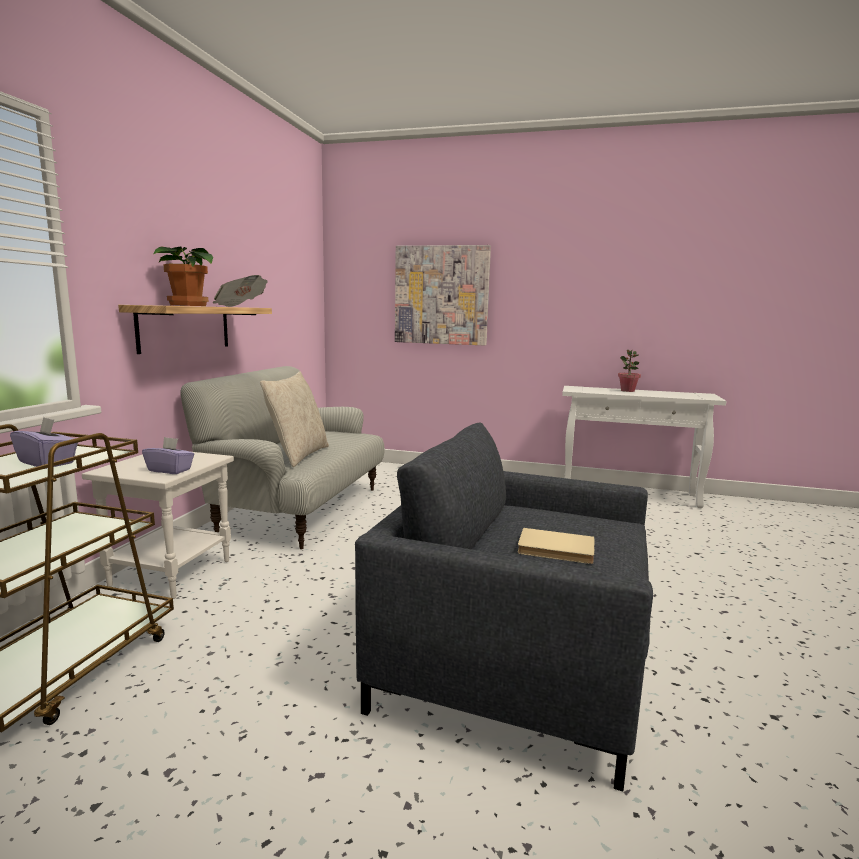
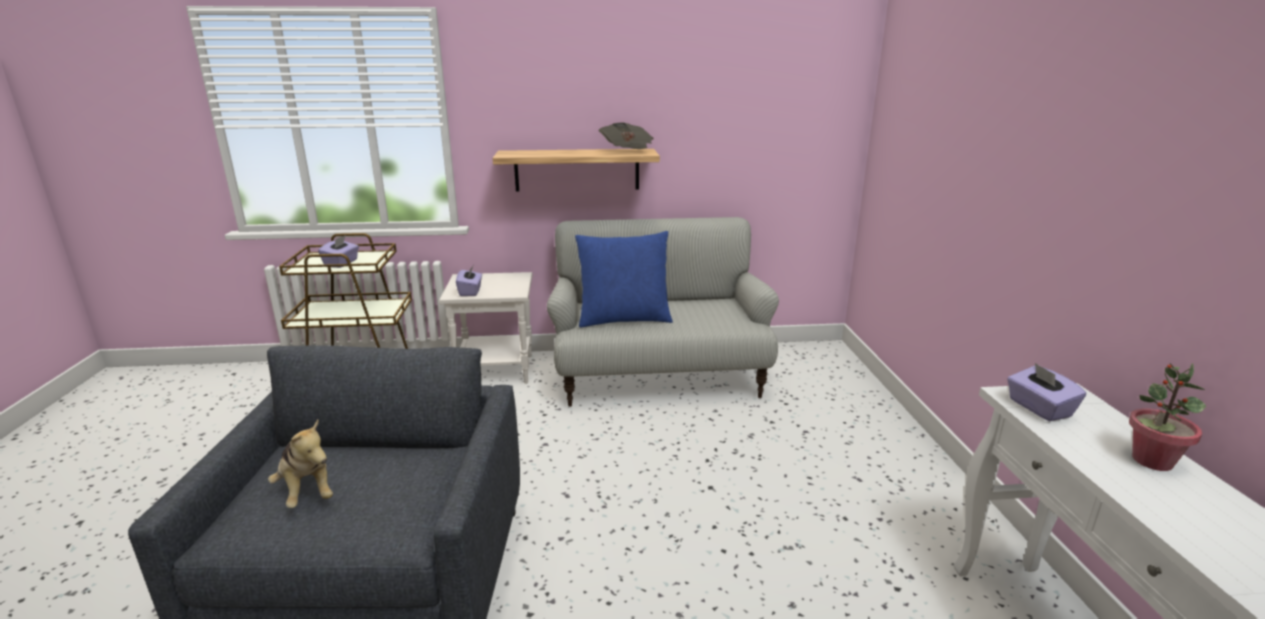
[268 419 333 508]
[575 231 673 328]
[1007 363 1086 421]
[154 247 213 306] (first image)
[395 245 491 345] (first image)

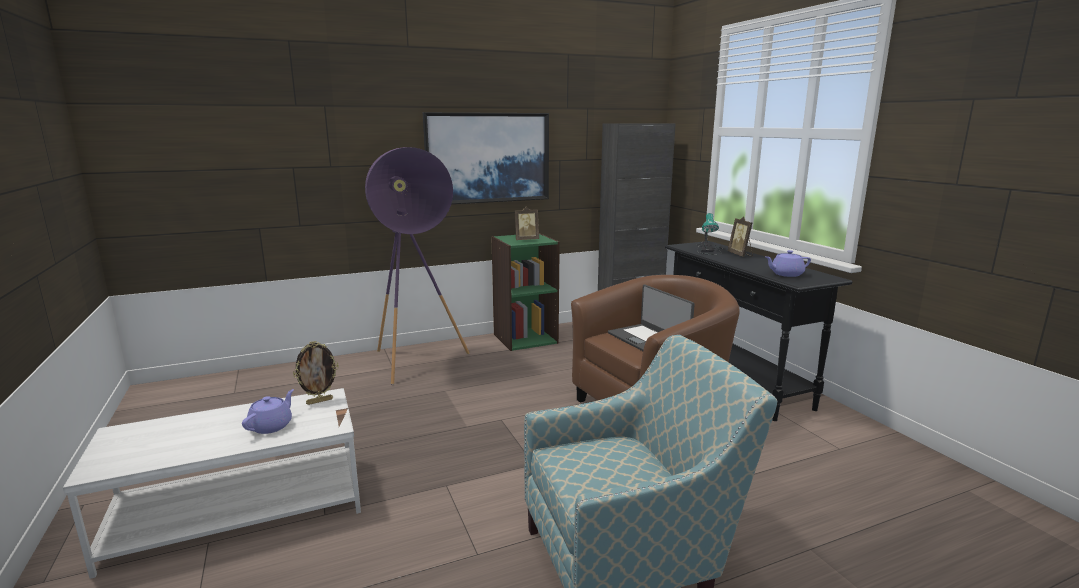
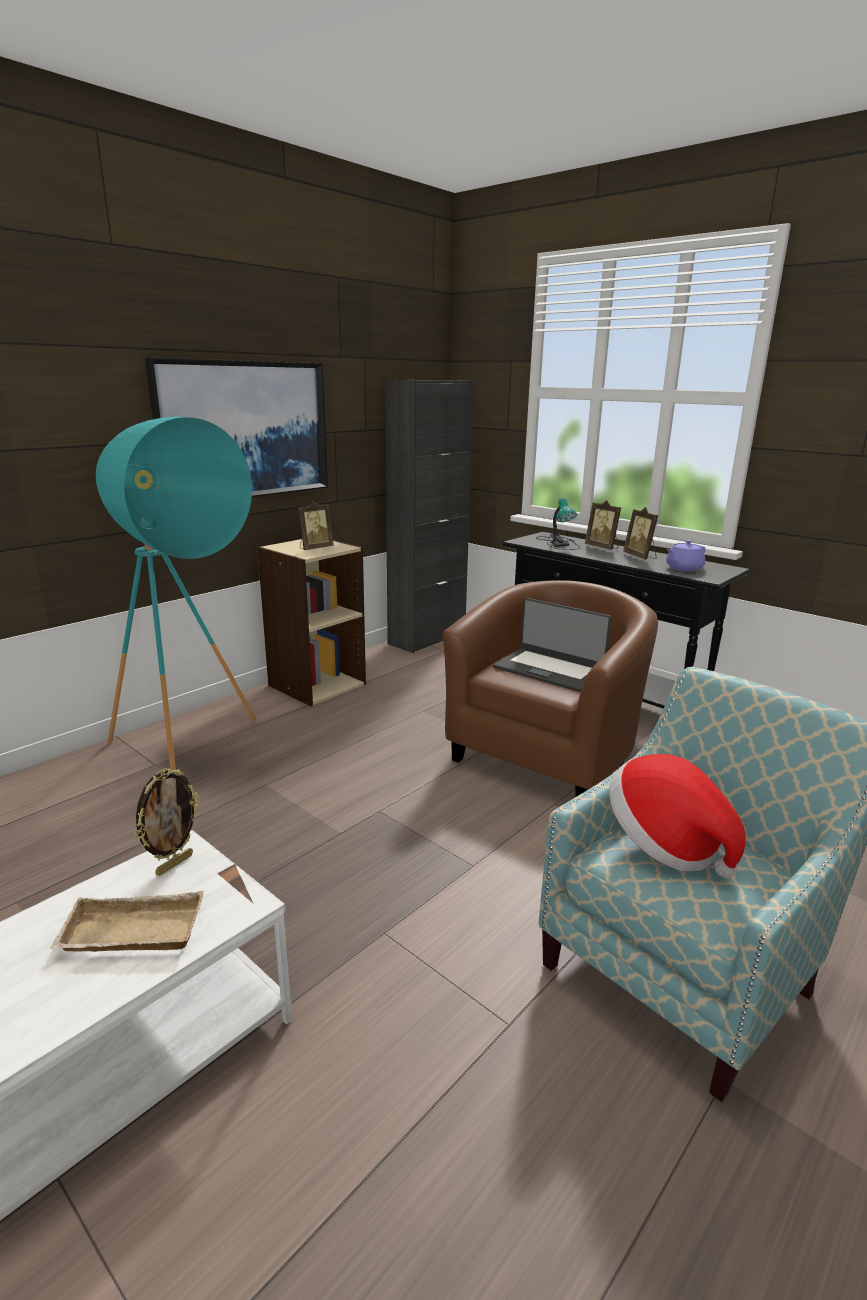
[50 891 204 952]
[96 417 257 770]
[257 539 366 706]
[609 754 746 878]
[623 507 658 559]

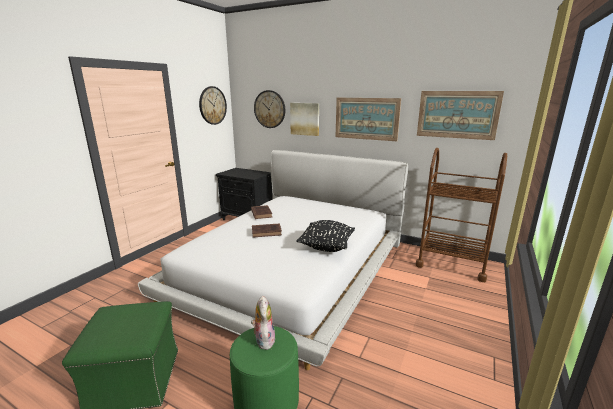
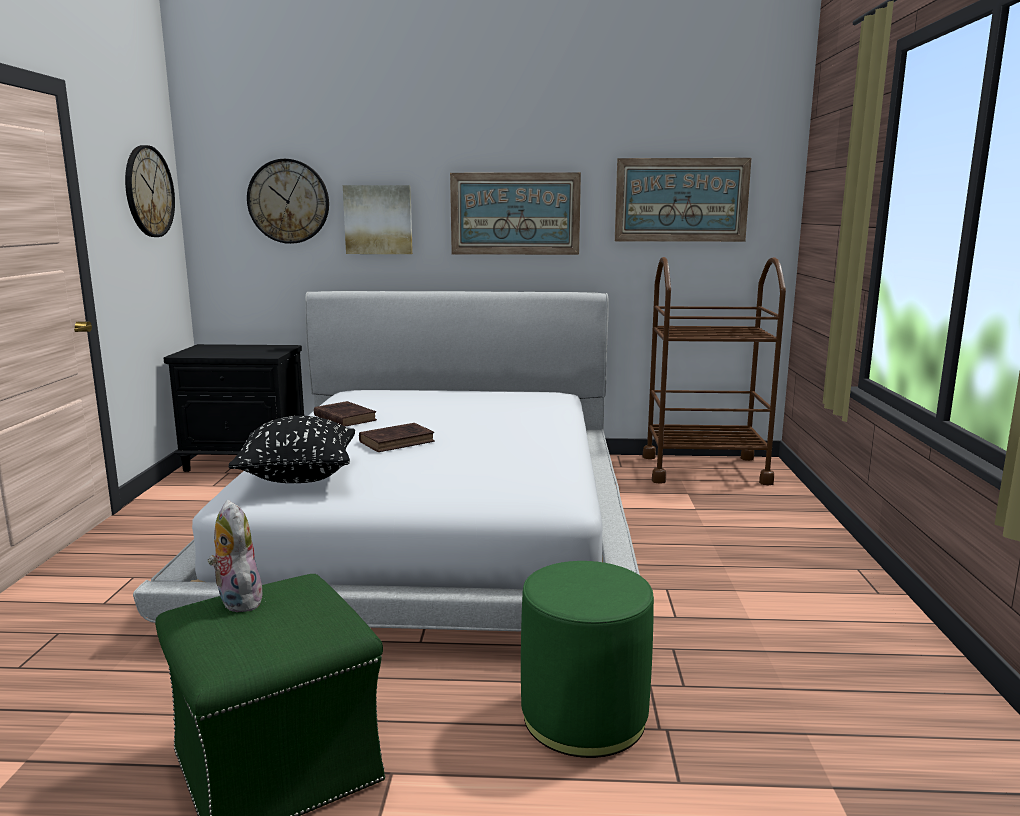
[208 500 263 613]
[228 416 355 483]

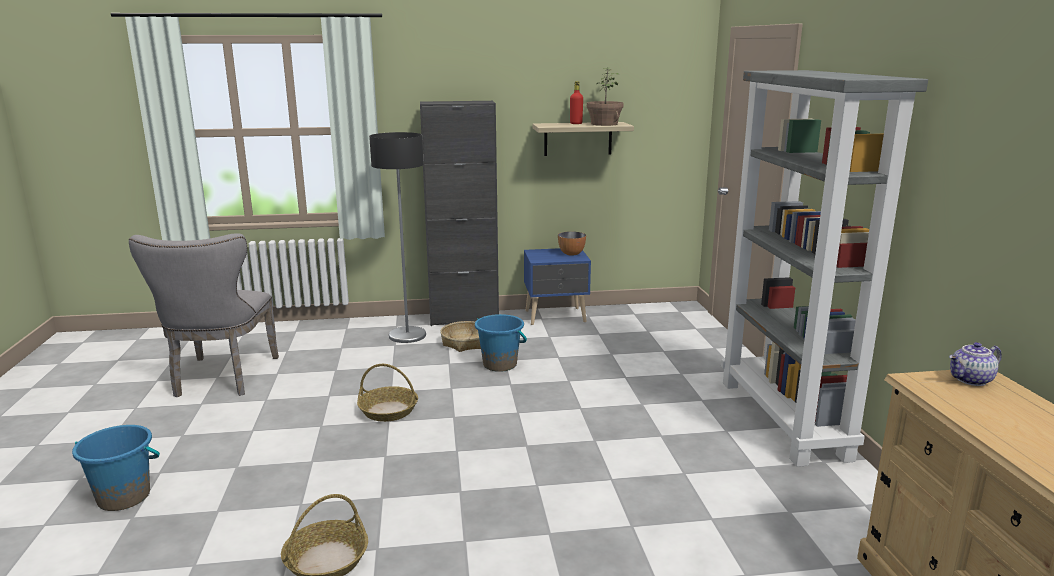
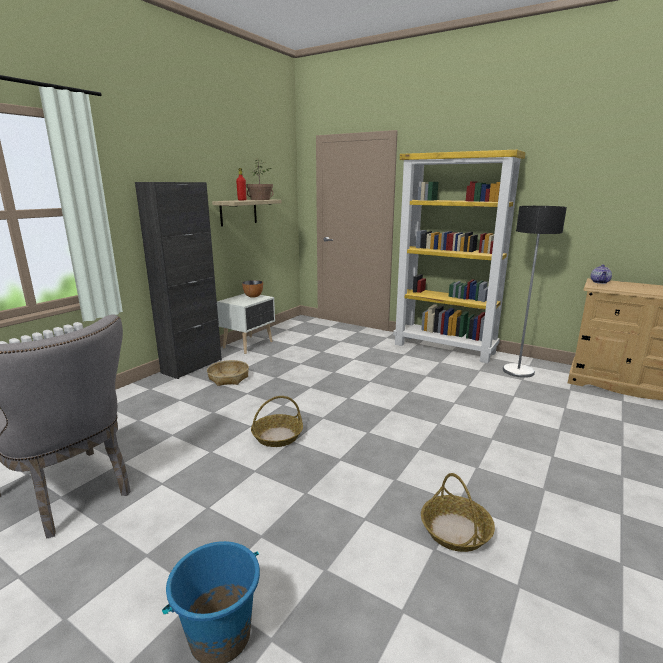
[217 293 275 354]
[393 150 526 363]
[503 206 567 378]
[475 314 527 372] (first image)

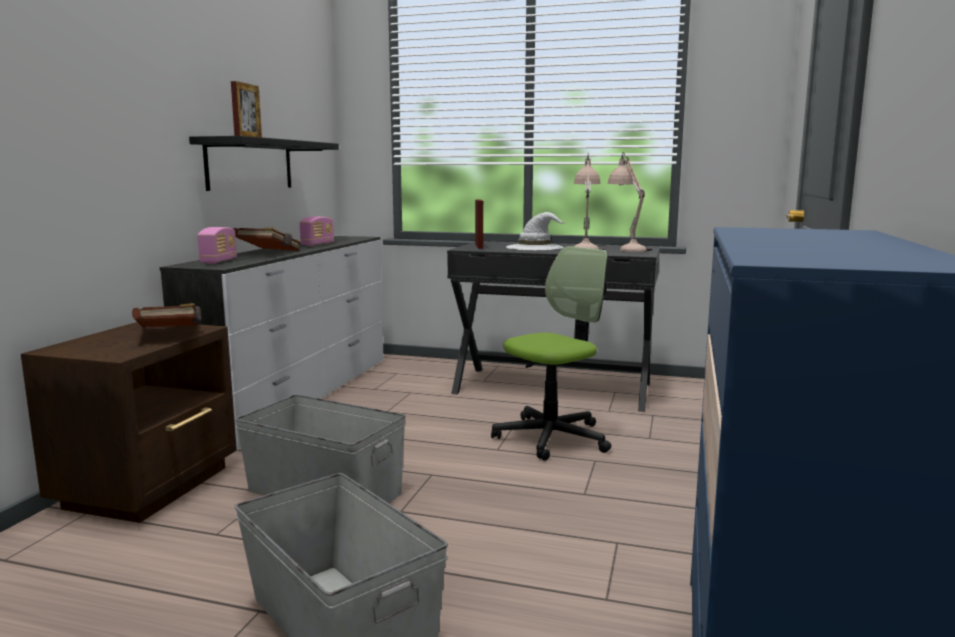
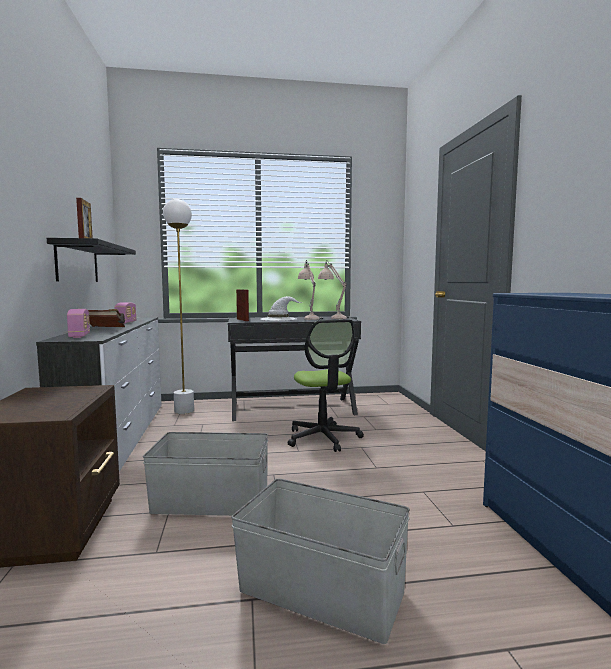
[163 199 194 414]
[288 320 364 452]
[132 303 202 328] (first image)

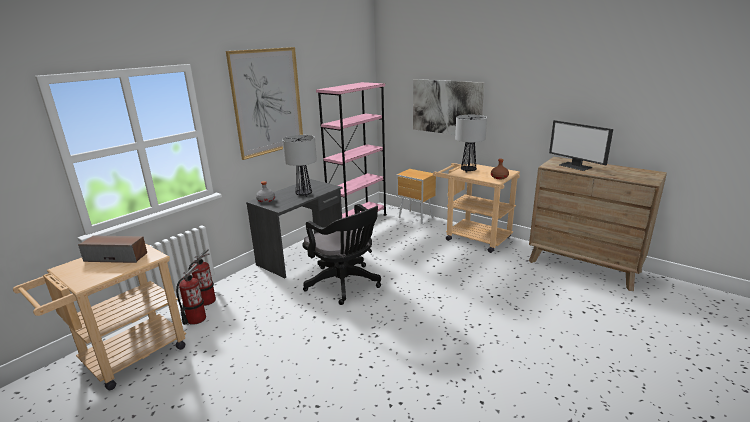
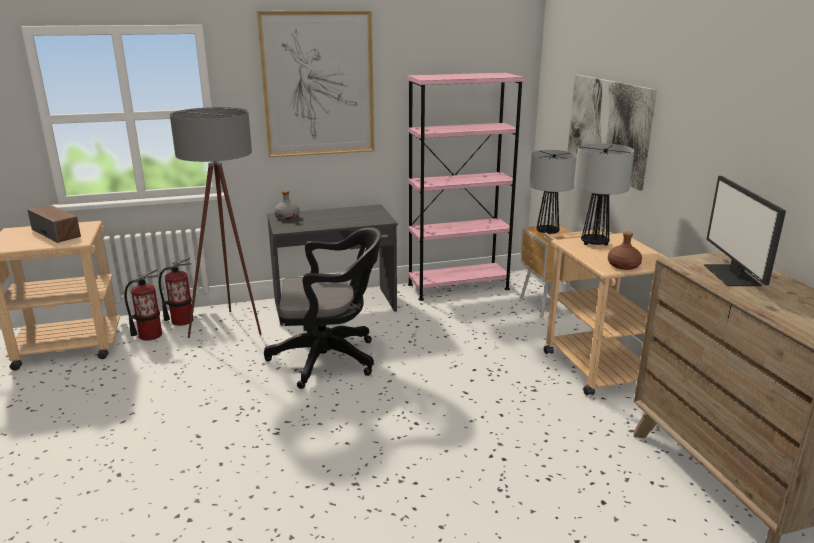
[170 107 262 338]
[264 227 381 389]
[529 150 577 235]

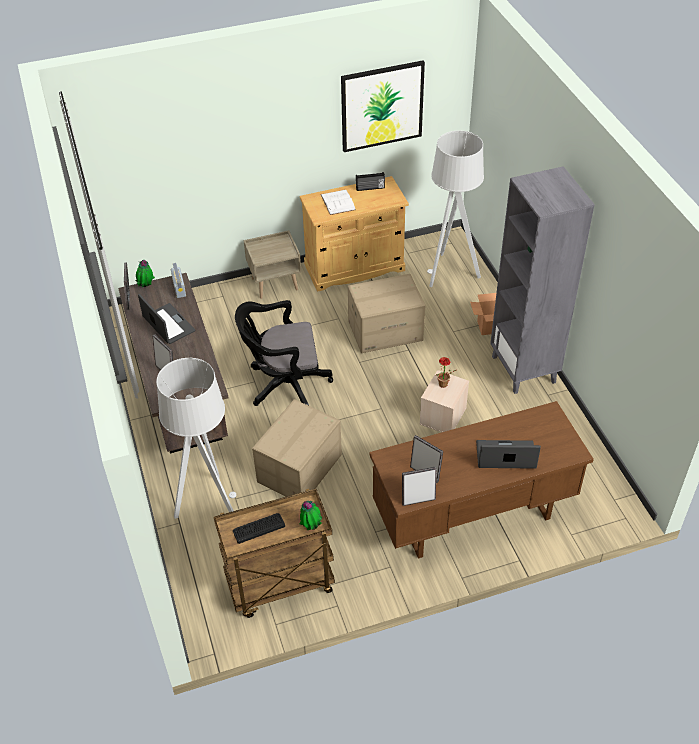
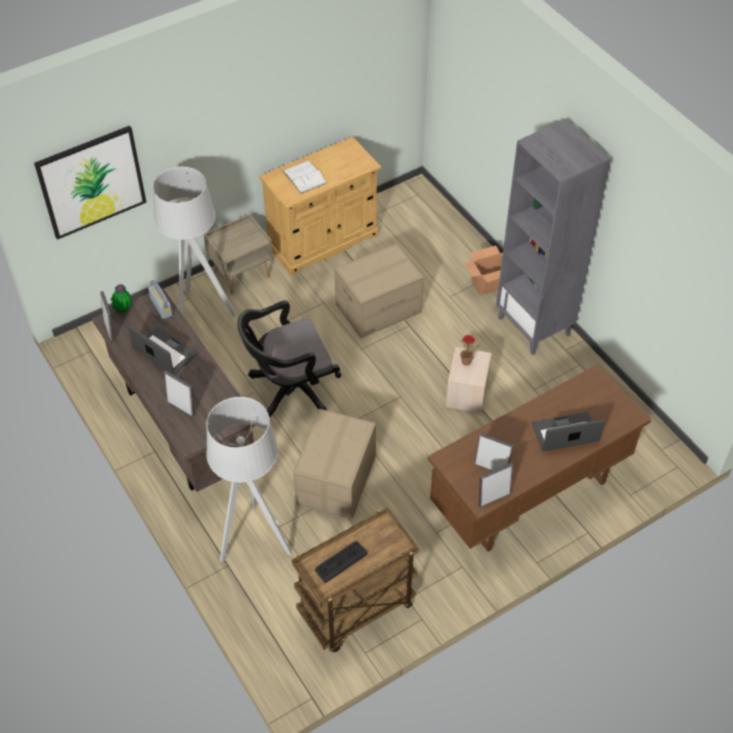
[34 126 147 240]
[152 167 236 317]
[300 501 322 530] (first image)
[356 172 385 191] (first image)

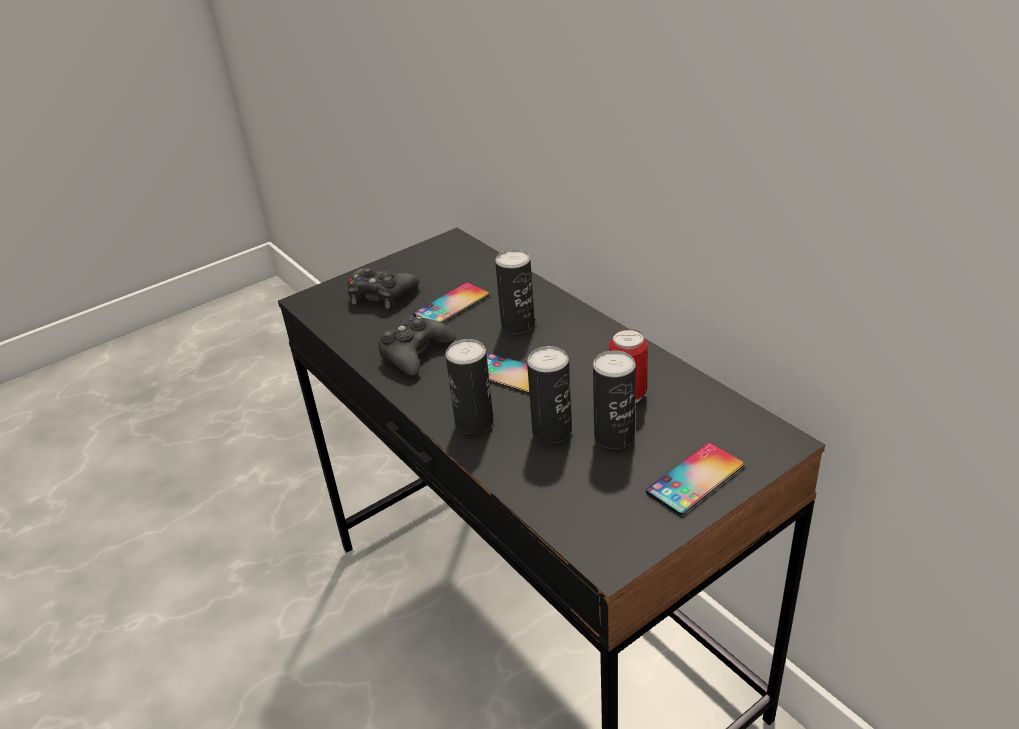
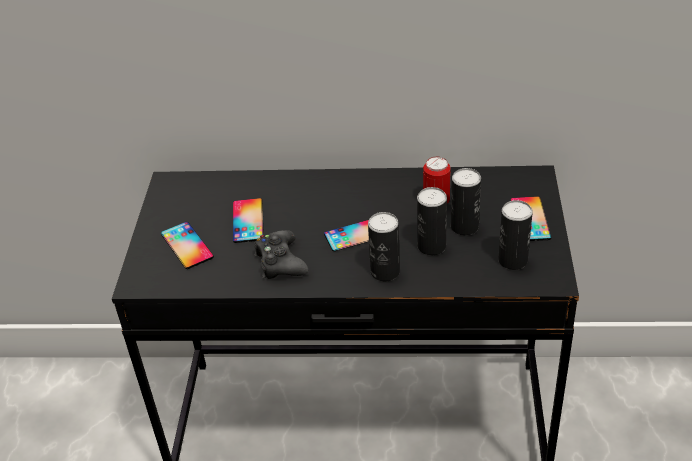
[161 222 214 269]
[498 200 533 270]

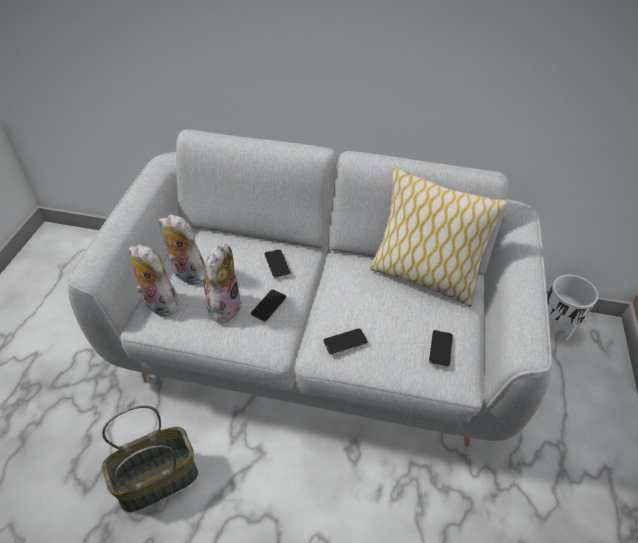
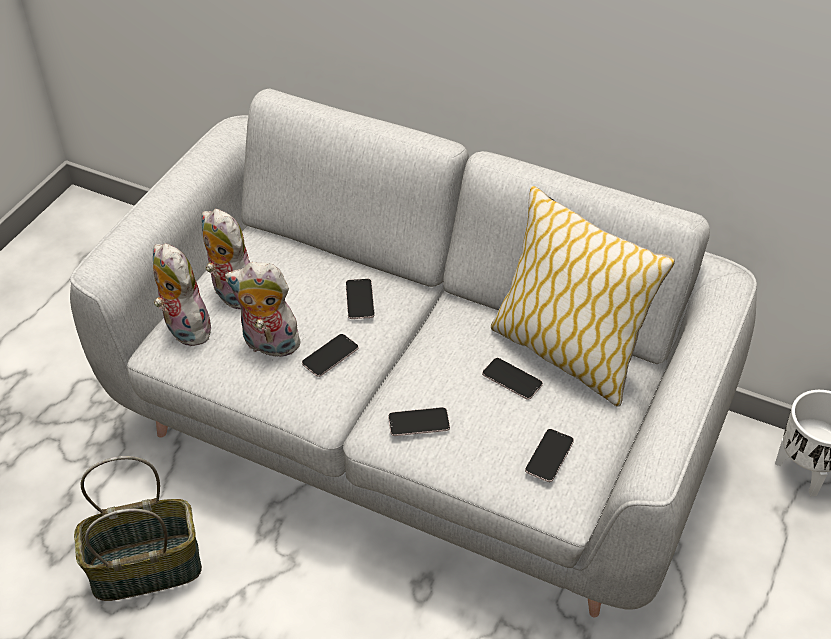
[225 262 303 357]
[482 358 543 400]

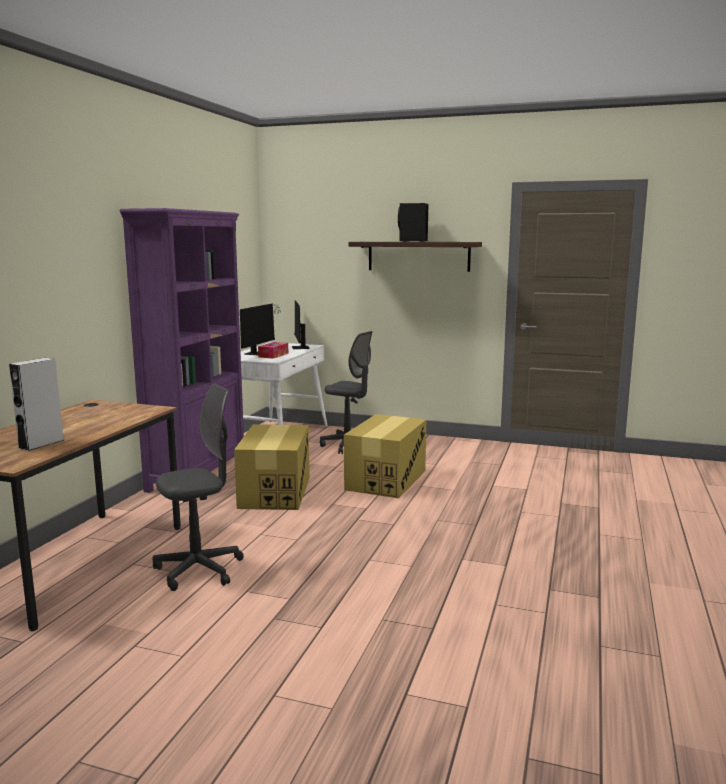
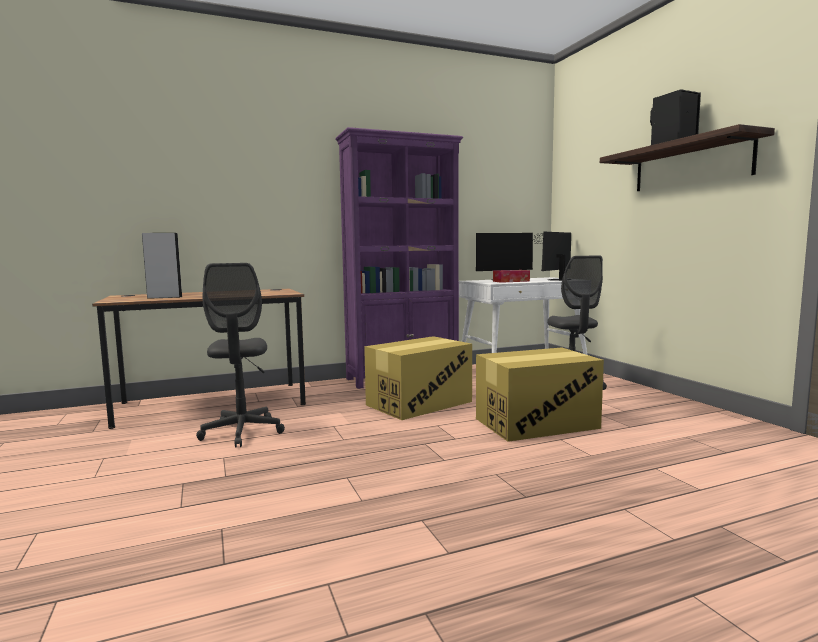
[196 263 285 448]

